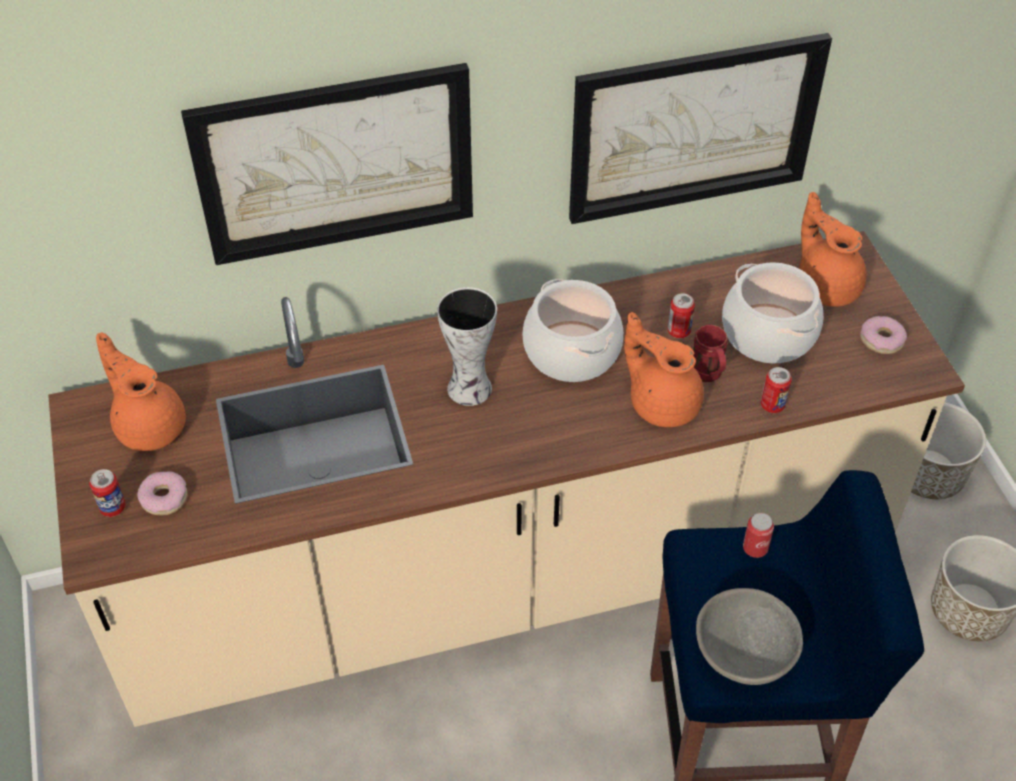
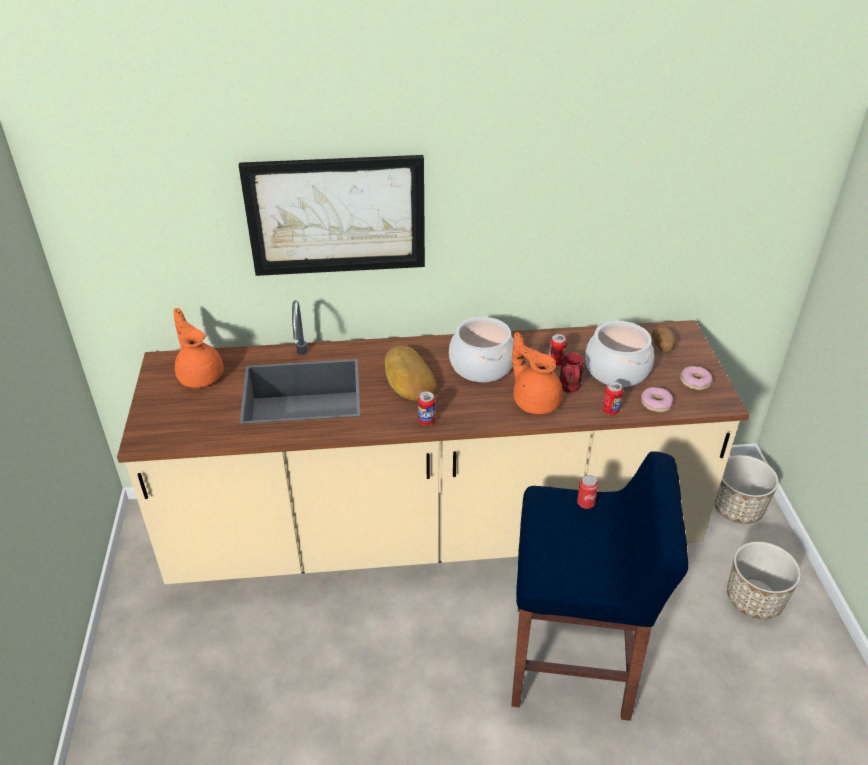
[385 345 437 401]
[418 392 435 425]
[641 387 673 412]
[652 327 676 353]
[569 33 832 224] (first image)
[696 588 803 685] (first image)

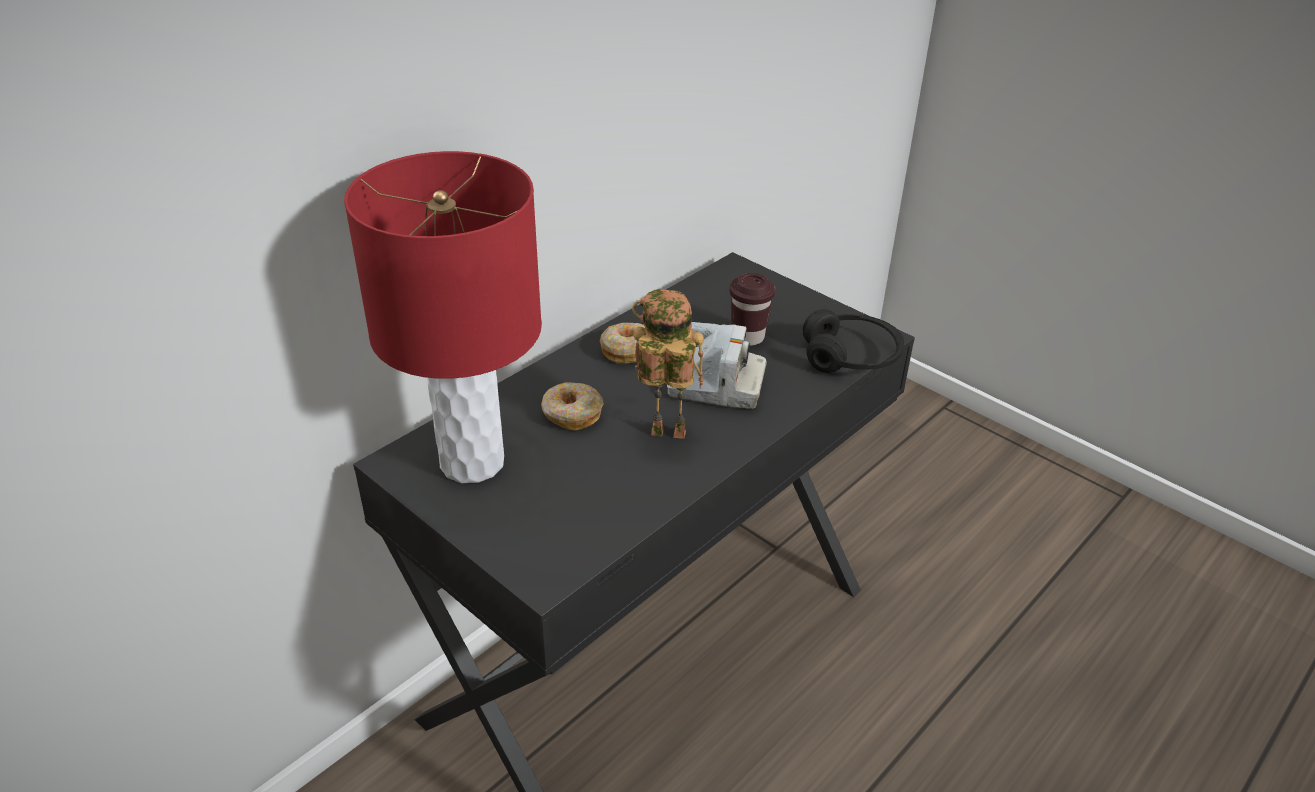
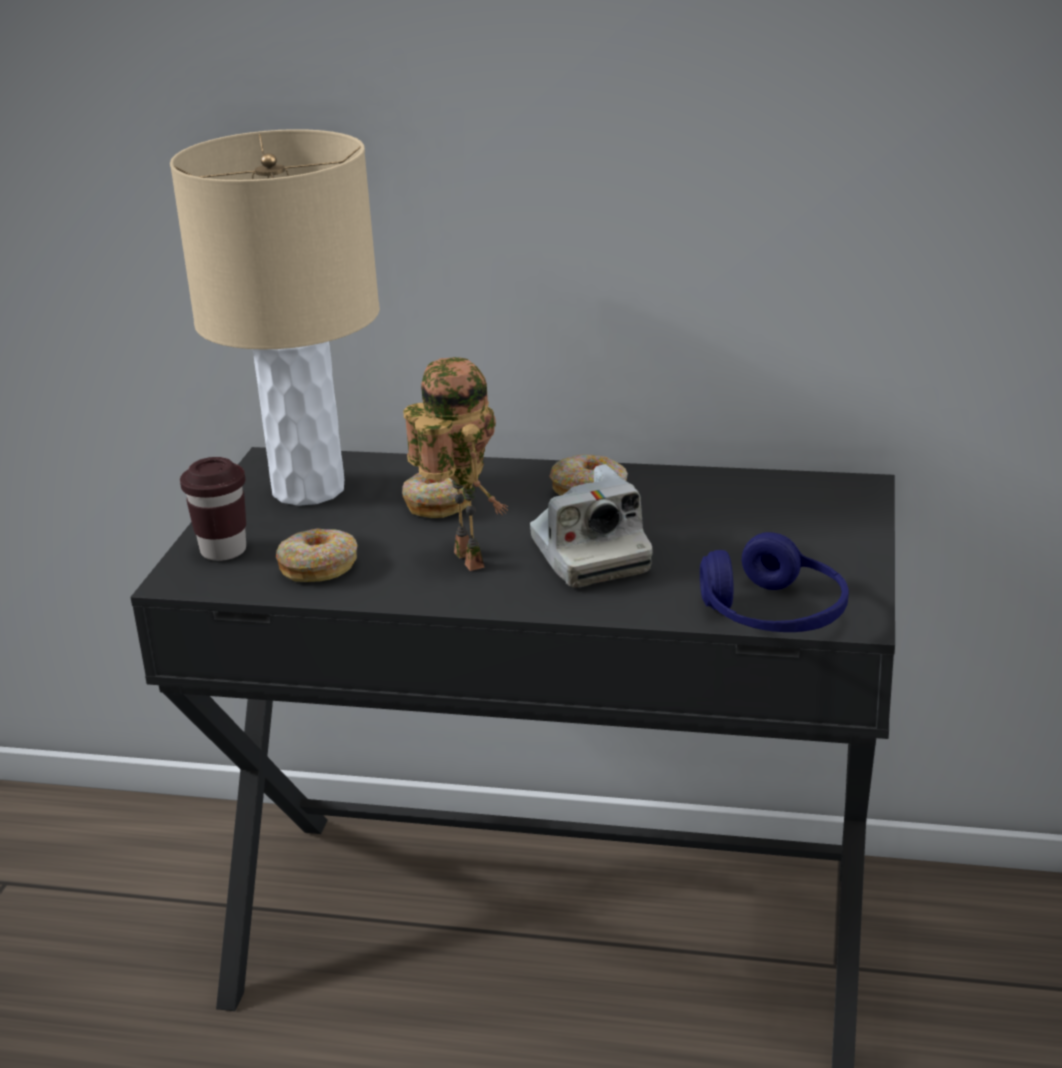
[170 129 380 506]
[180 457 246 561]
[276 529 358 582]
[700 532 849 632]

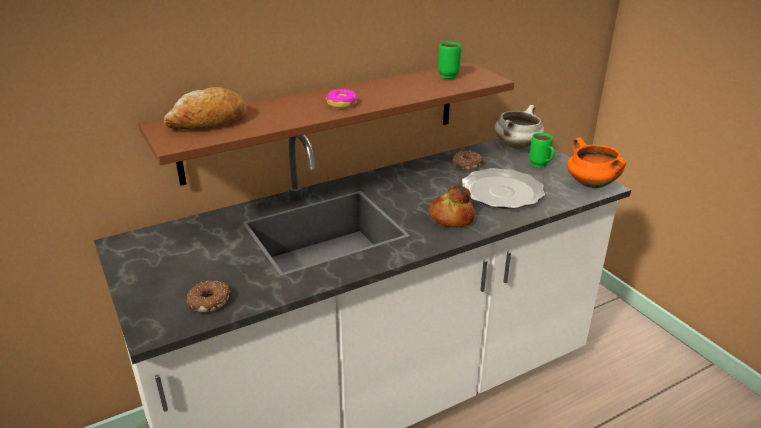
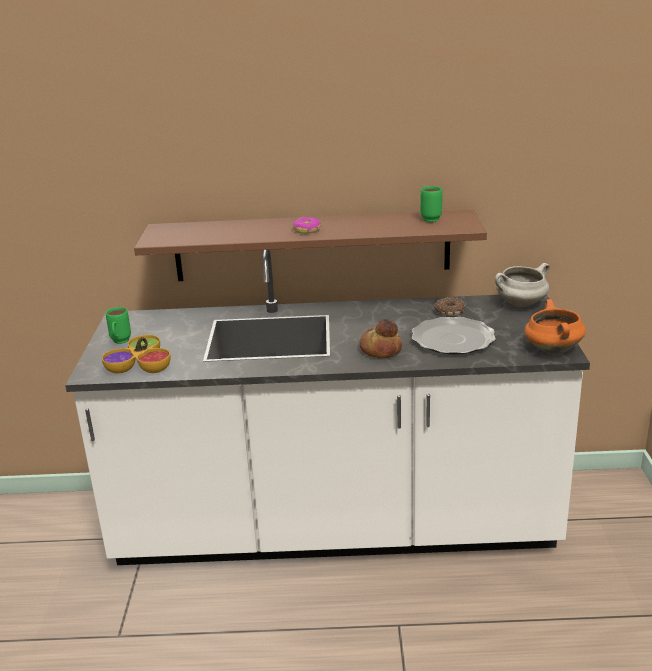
[102 335 171 374]
[106 307 131 344]
[164 87 247 129] (first image)

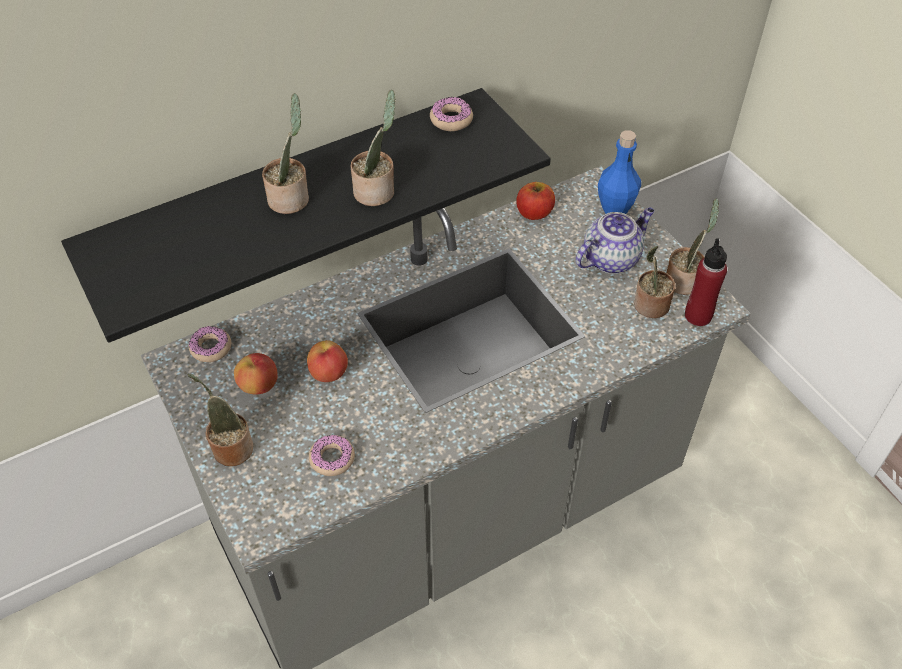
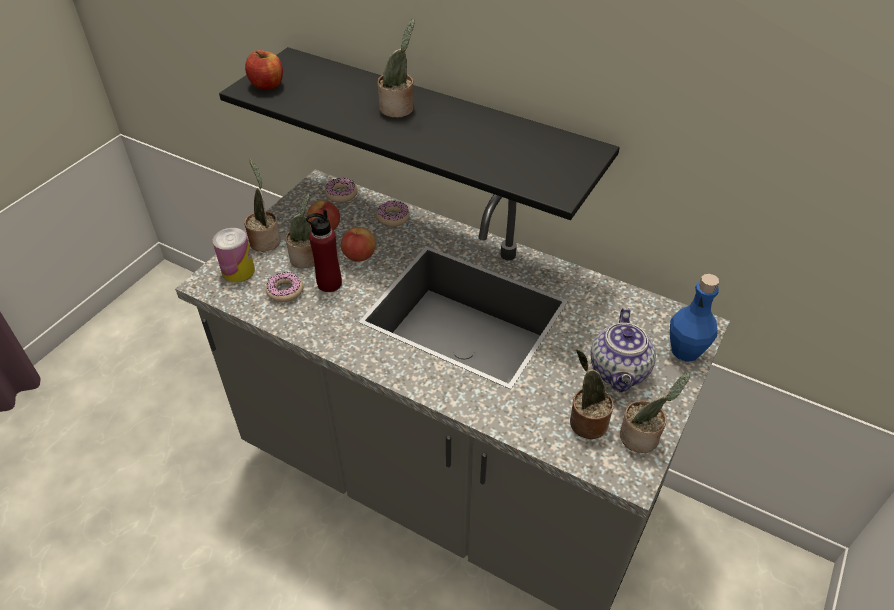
[213 228 255 282]
[245 50 283 90]
[286 193 315 268]
[306 209 342 292]
[376 200 410 227]
[591 308 656 392]

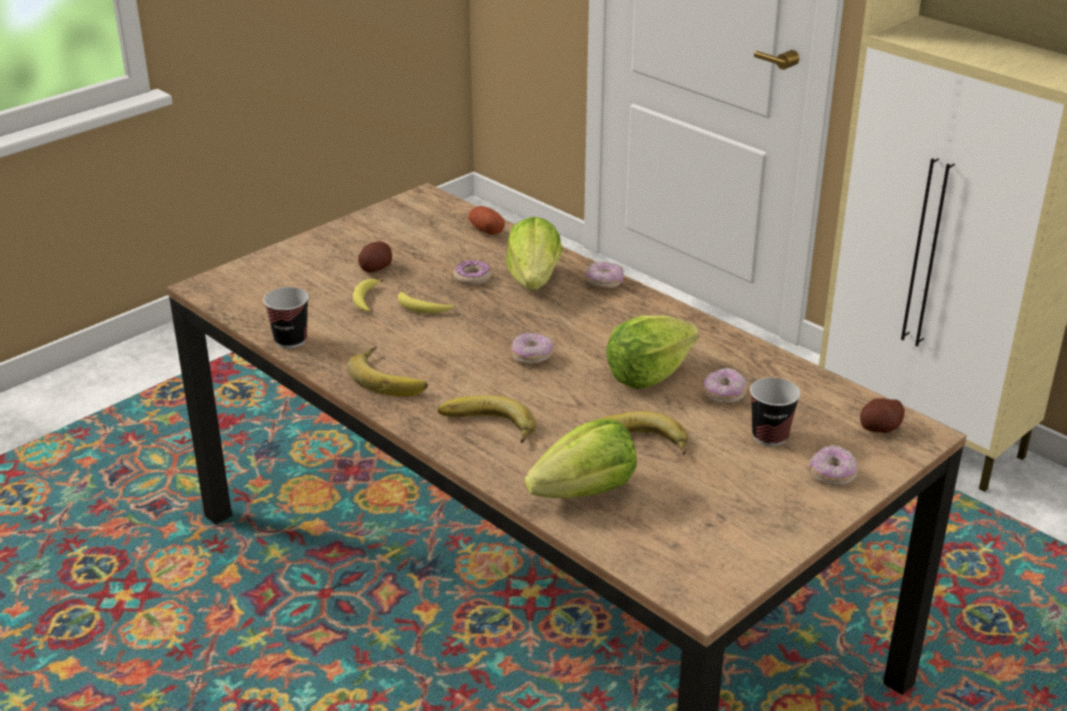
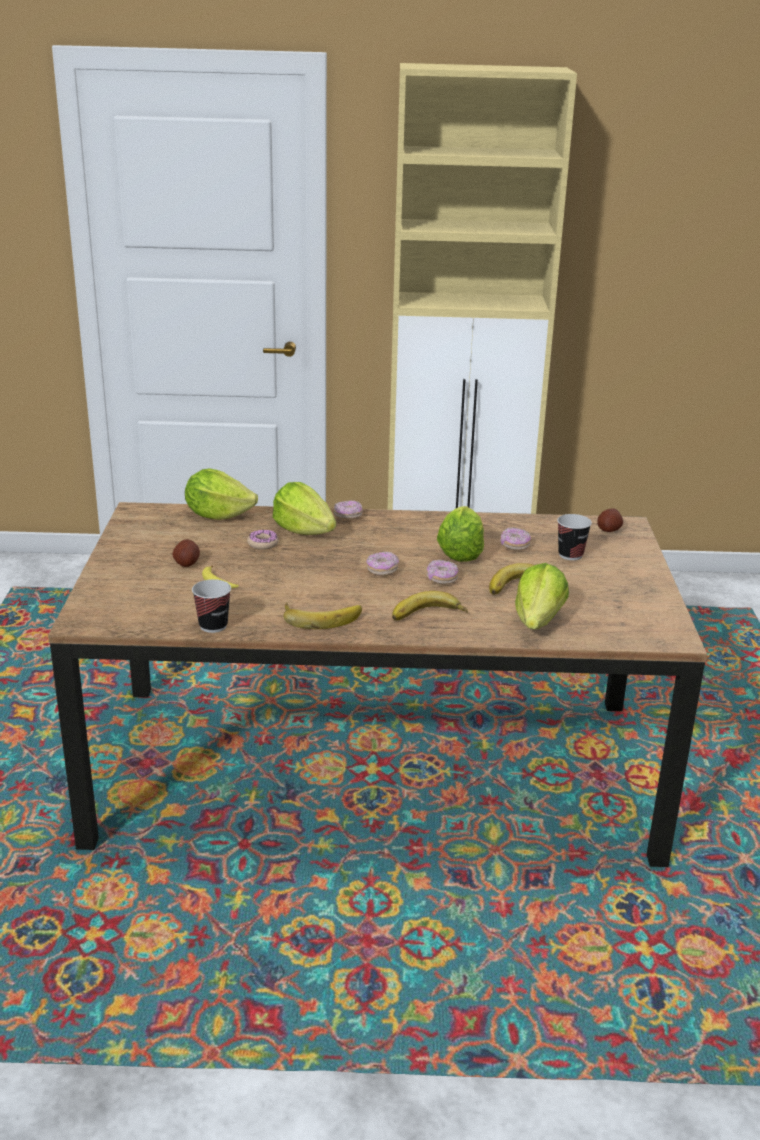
[185 468 258 520]
[426 560 458 584]
[398 290 454 314] (first image)

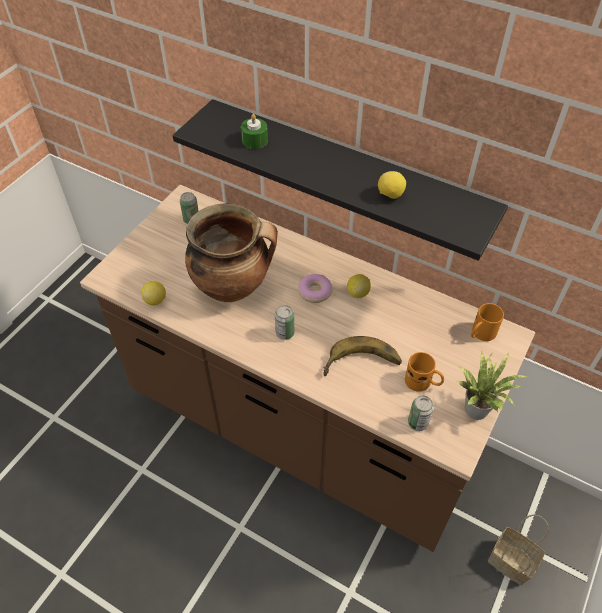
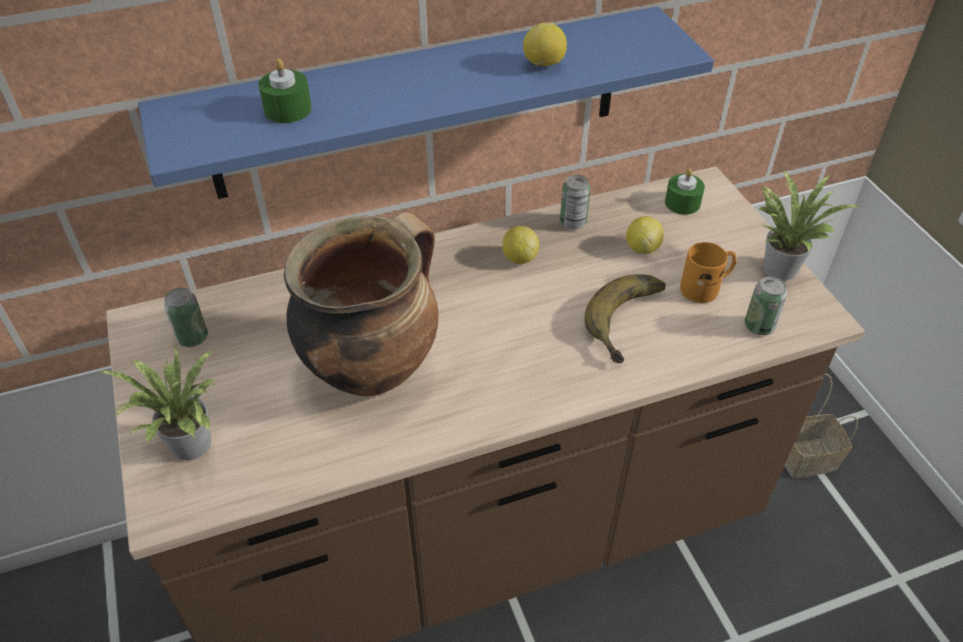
[98 346 217 460]
[138 6 714 199]
[560 175 591 230]
[626 216 664 254]
[665 169 705 215]
[298 274 333 303] (first image)

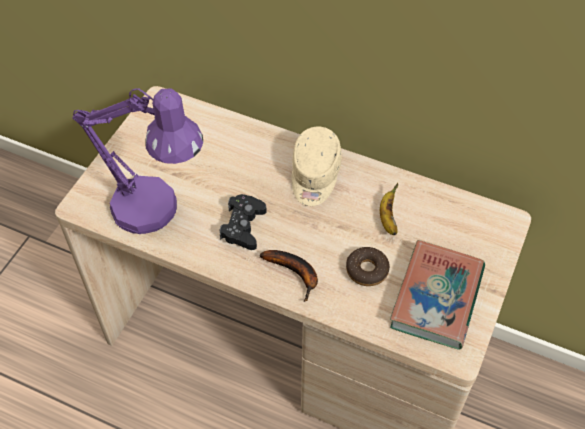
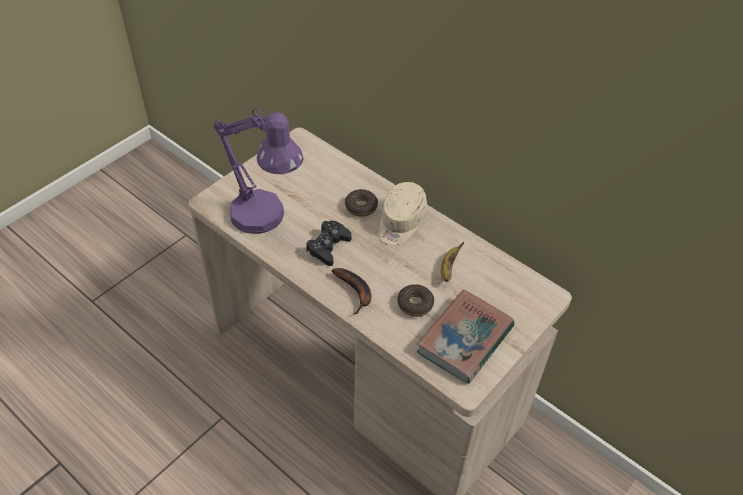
[345 189 378 217]

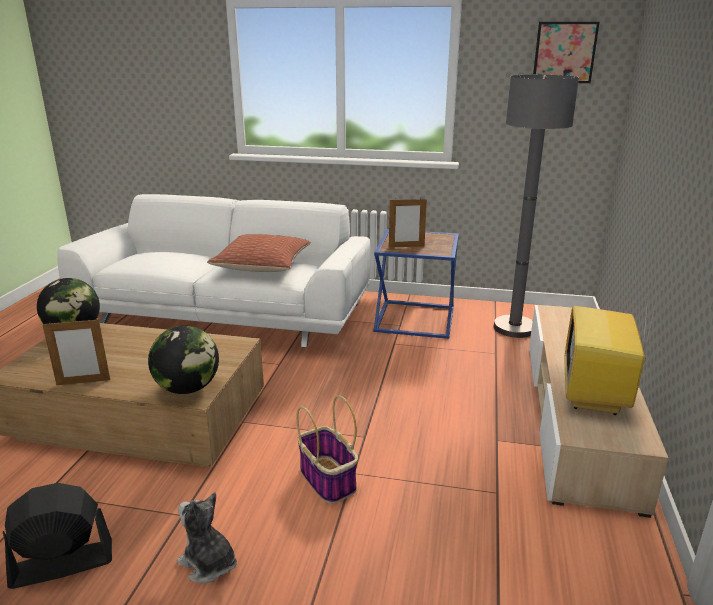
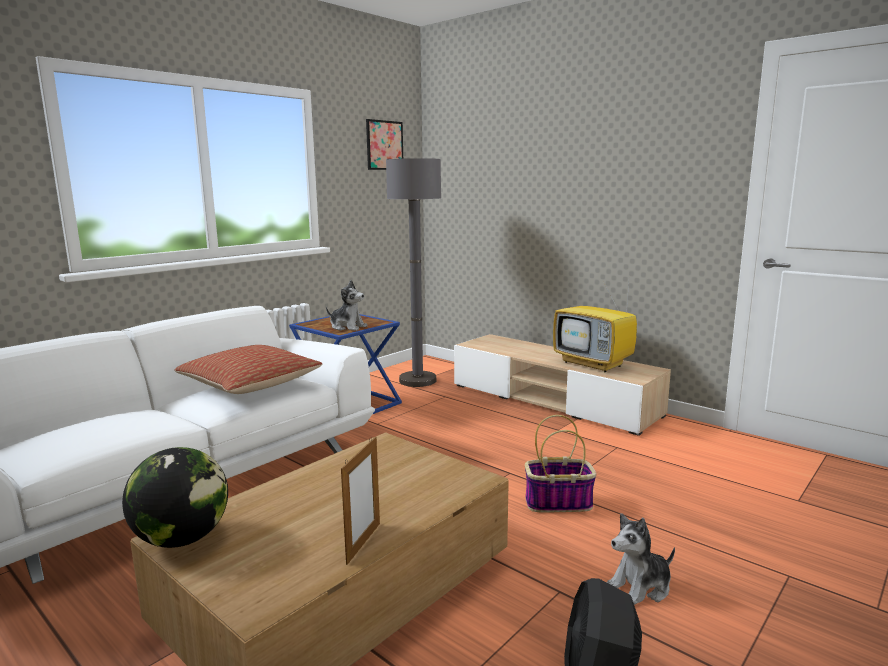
[326 280 367 331]
[148 326 219 394] (first image)

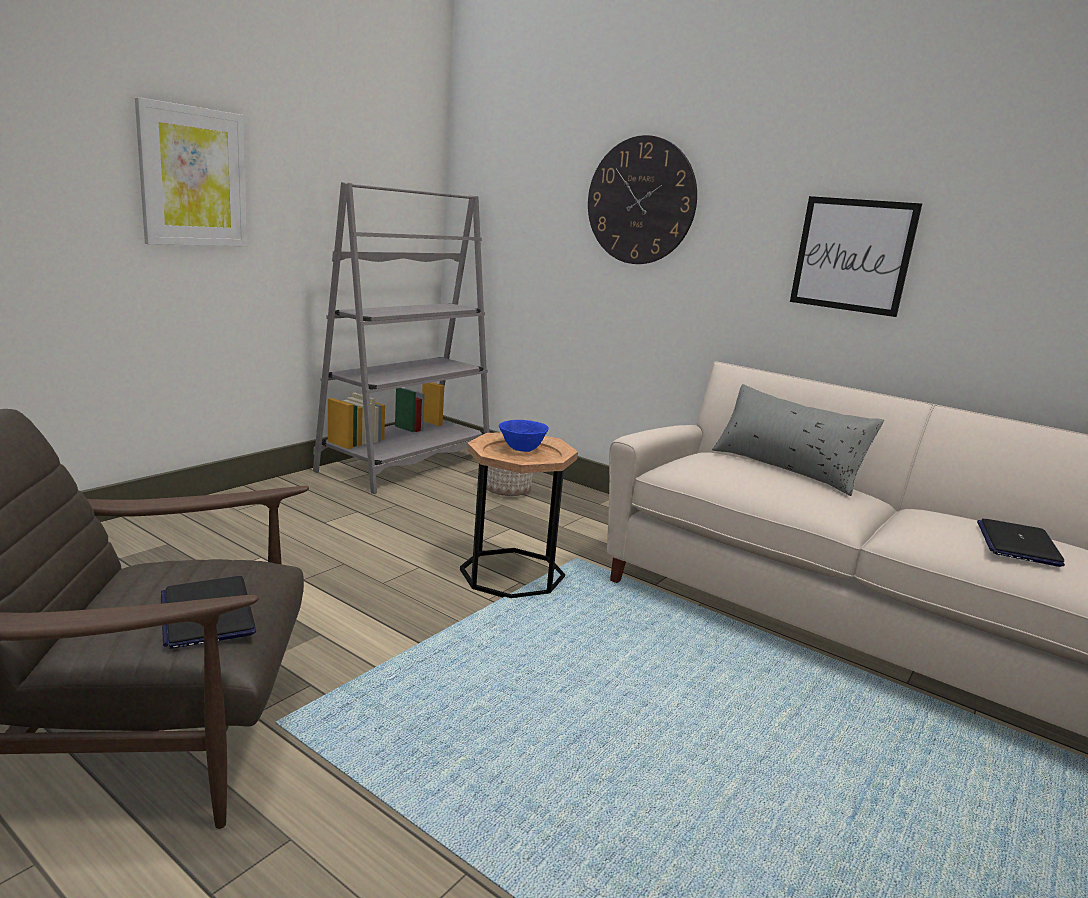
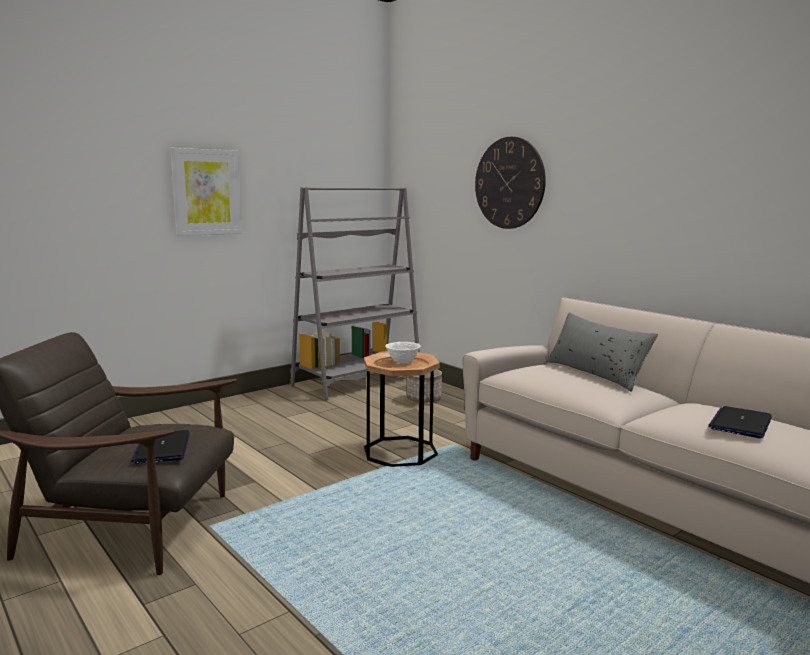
[385 342 421 363]
[790 196 922 317] (first image)

